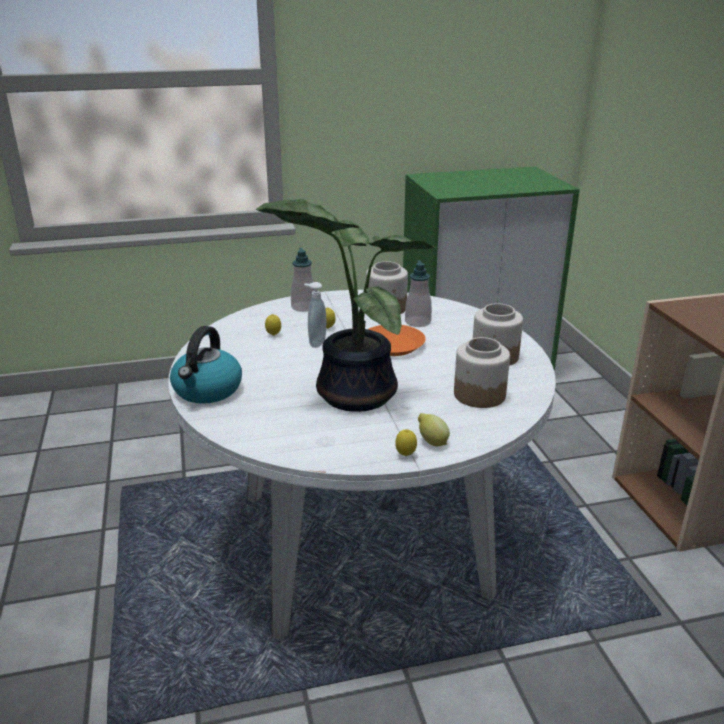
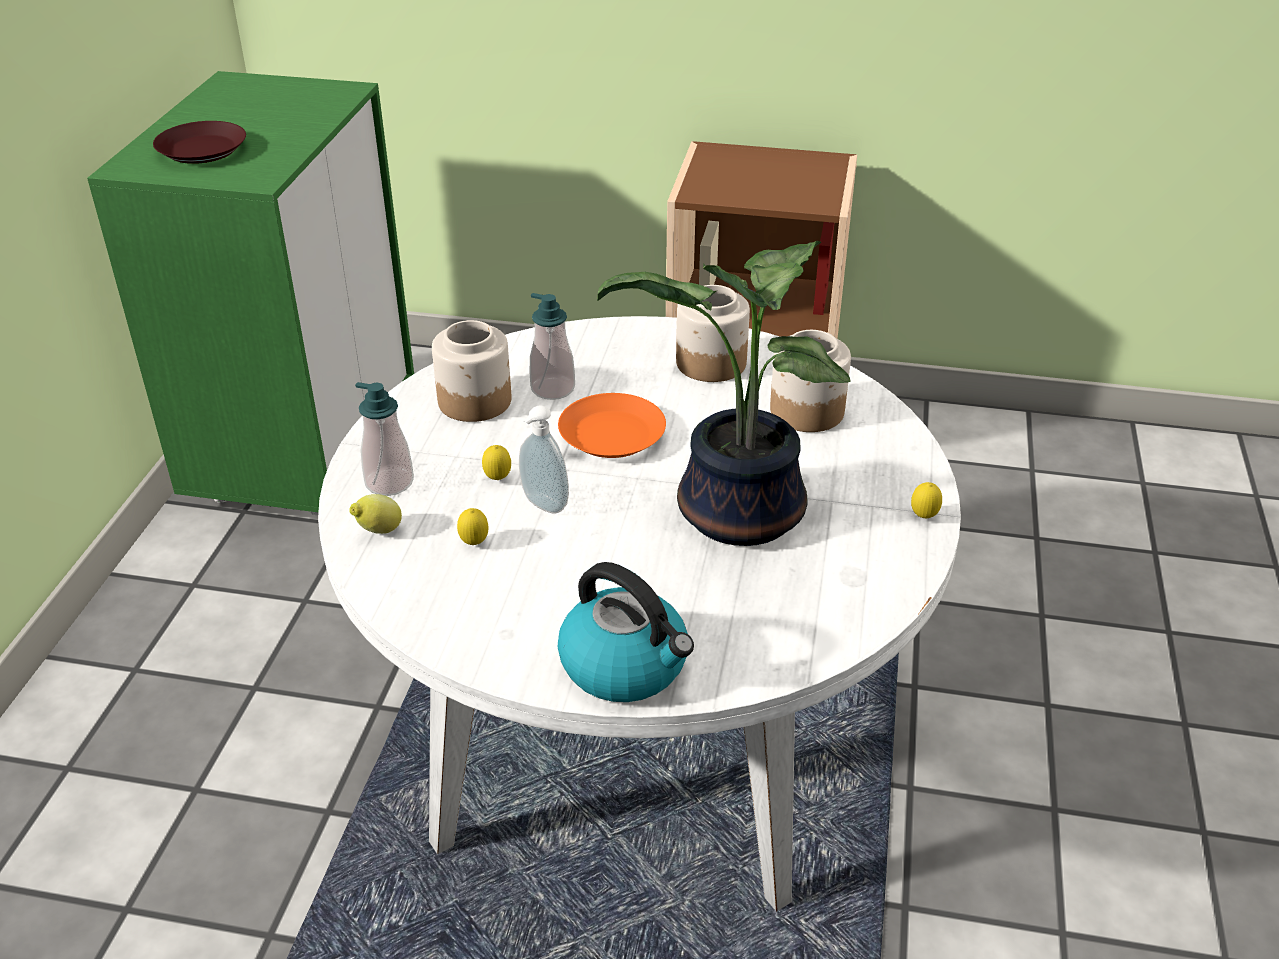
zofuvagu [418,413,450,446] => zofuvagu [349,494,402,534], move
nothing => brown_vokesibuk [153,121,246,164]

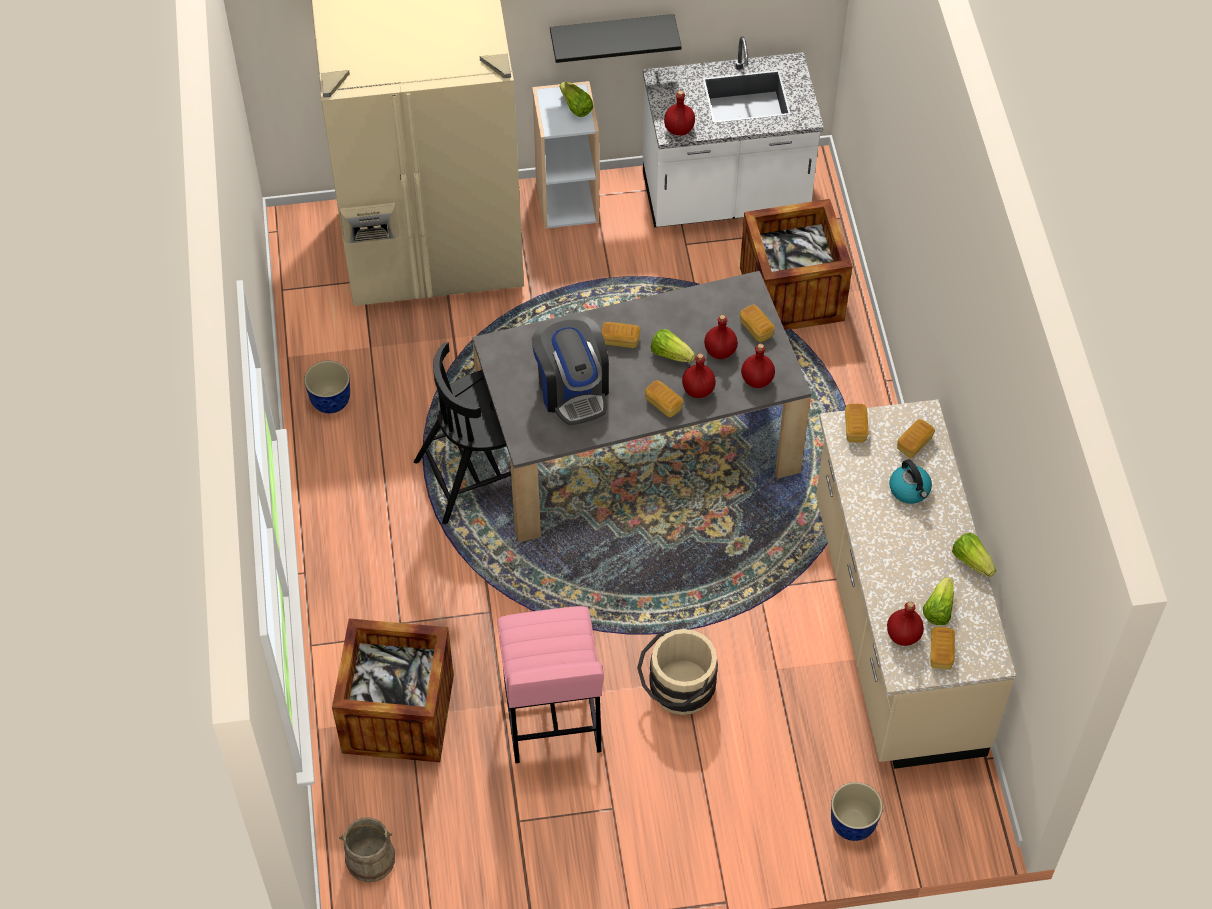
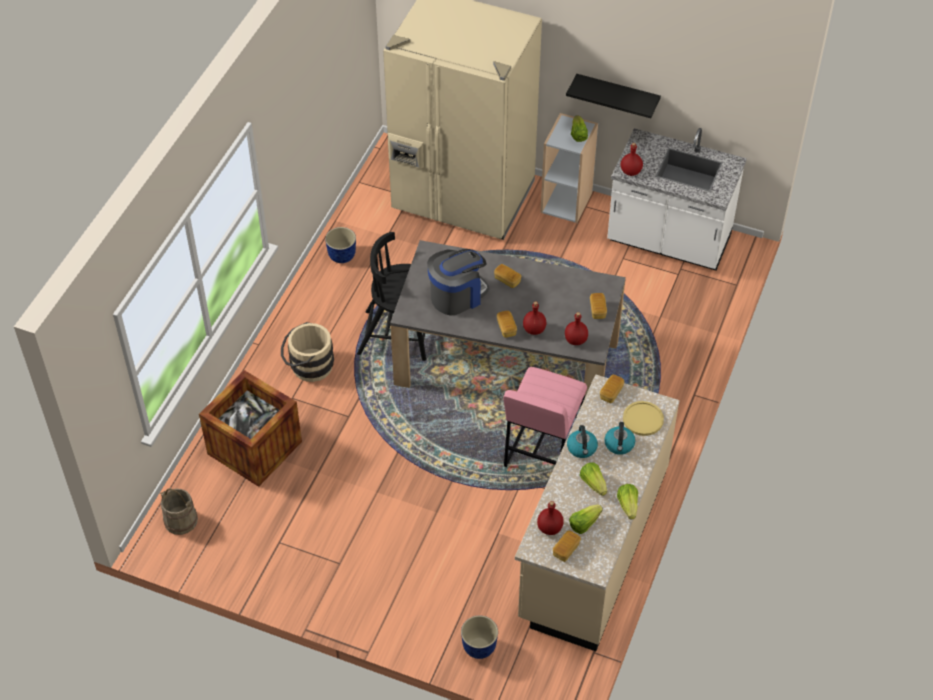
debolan [740,199,853,330] => nothing
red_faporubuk [704,315,738,359] => nothing
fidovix [532,316,609,425] => fidovix [427,249,489,315], 135 degrees counterclockwise
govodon [651,329,696,362] => govodon [580,462,607,496], move
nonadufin [897,419,935,458] => yellow_vokesibuk [623,401,664,436]
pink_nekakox [497,606,604,763] => pink_nekakox [503,367,587,467], move
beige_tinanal [637,629,718,715] => beige_tinanal [281,322,334,382], move
nothing => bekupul [567,425,598,458]

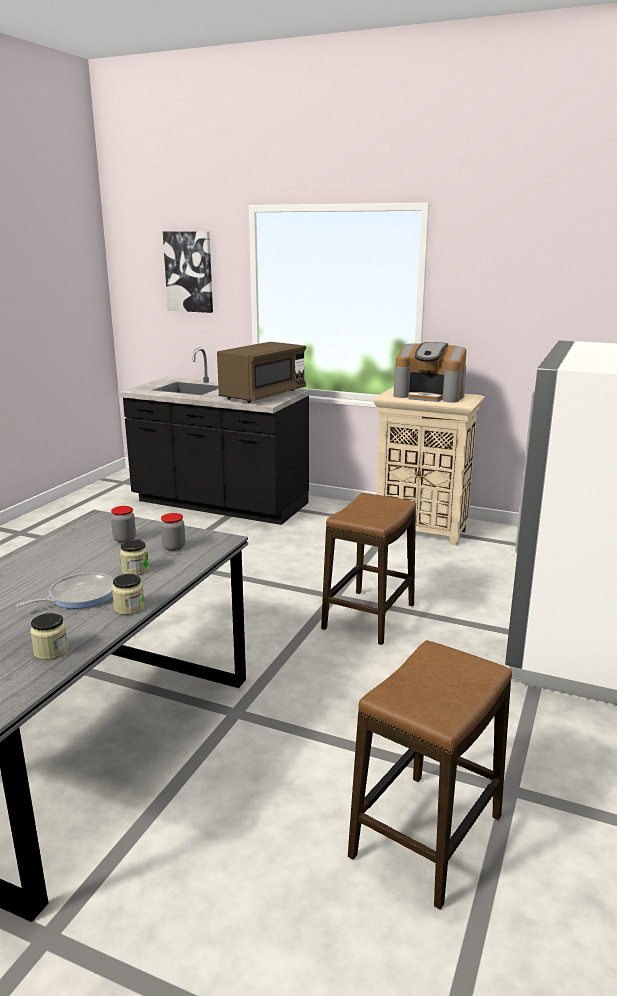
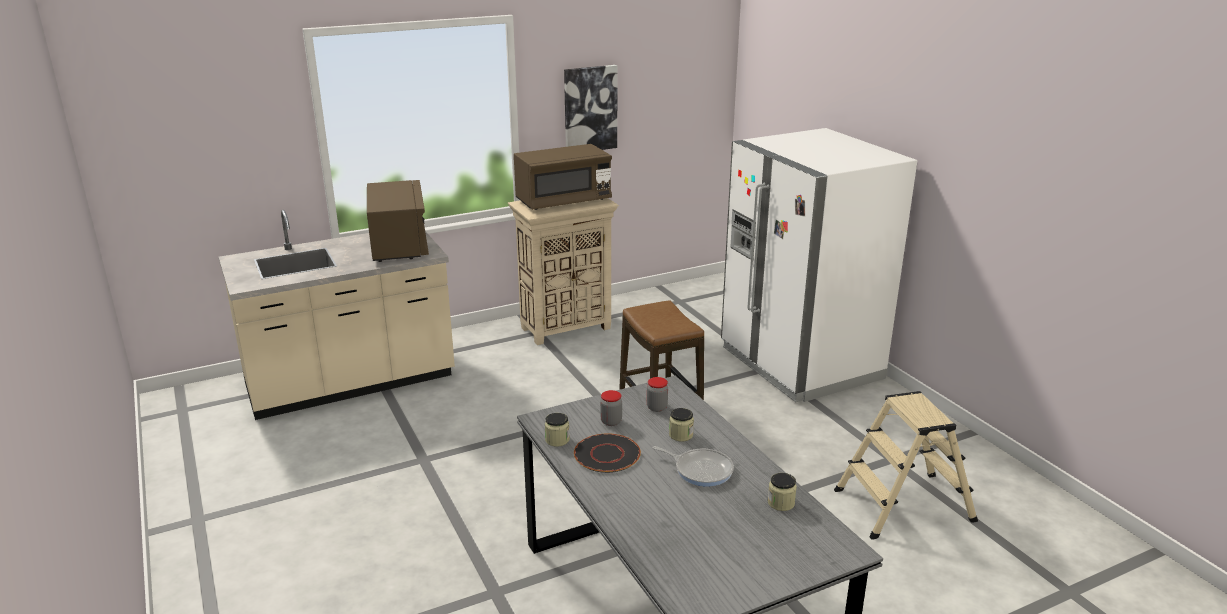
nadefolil [163,231,213,313] => nadefolil [564,65,617,150], move
fidovix [394,342,467,403] => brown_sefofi [514,144,612,210]
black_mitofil [118,347,310,525] => beige_mitofil [219,210,455,420]
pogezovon [16,573,114,609] => pogezovon [653,446,734,486], 120 degrees clockwise
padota [112,574,145,615] => padota [545,413,570,447], move
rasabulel [348,640,512,910] => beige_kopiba [834,391,978,540]
nothing => black_vokesibuk [574,433,641,473]

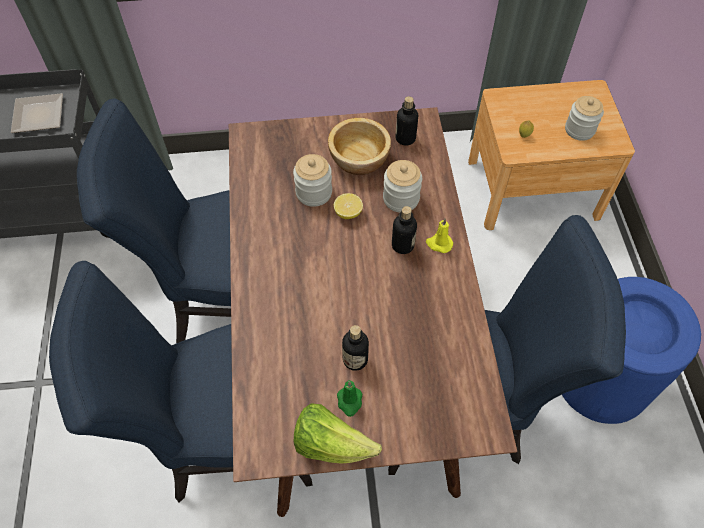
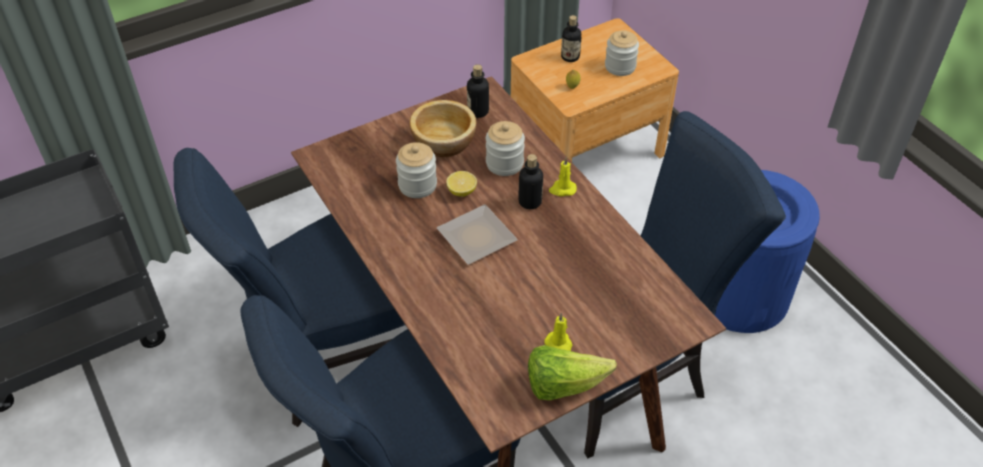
vokesibuk [11,93,63,133] => vokesibuk [437,204,518,265], move
faporubuk [342,325,369,371] => faporubuk [561,15,581,62], move
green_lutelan [337,380,362,417] => yellow_lutelan [544,313,573,351]

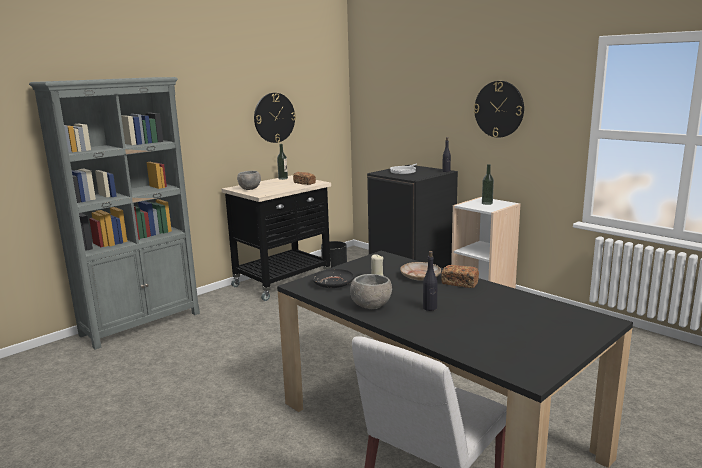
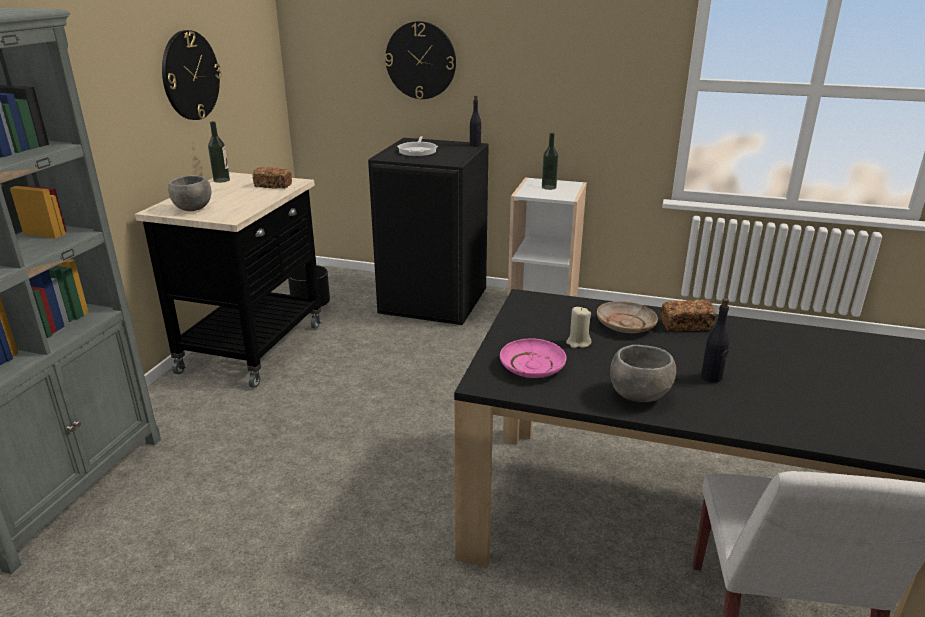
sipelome [474,81,524,138] => sipelome [385,21,456,99], move
black_vokesibuk [312,269,354,288] => pink_vokesibuk [500,338,566,378]

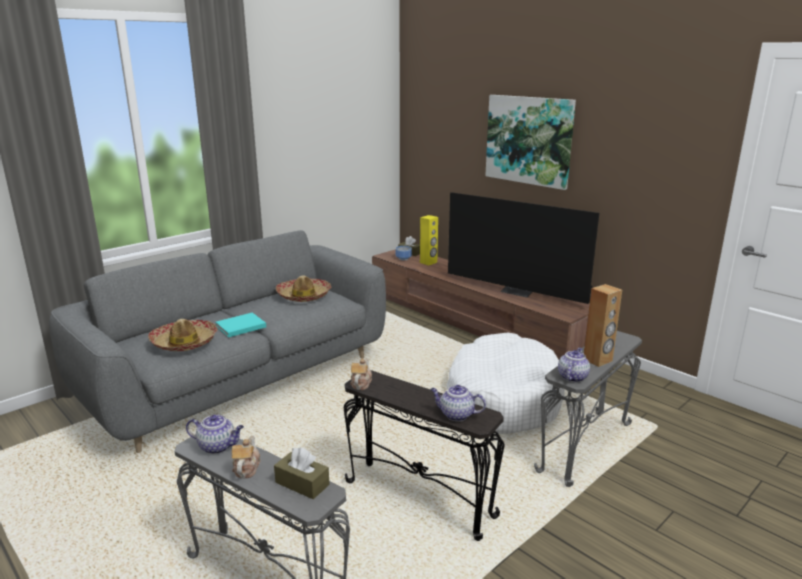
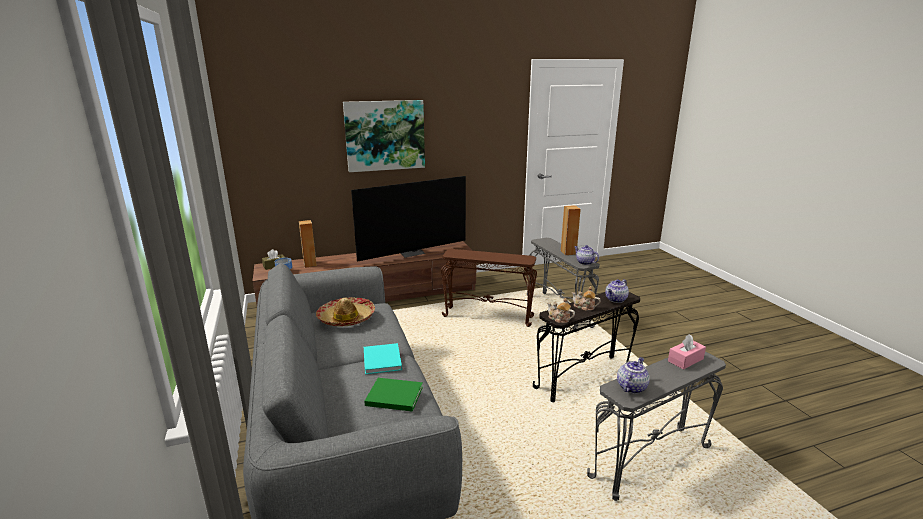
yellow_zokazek [420,215,438,265] => brown_zokazek [299,220,317,268]
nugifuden [148,319,218,351] => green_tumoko [364,378,423,412]
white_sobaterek [446,333,565,434] => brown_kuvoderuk [441,249,537,327]
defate [232,436,260,479] => defate [572,286,601,311], move
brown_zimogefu [274,447,329,499] => pink_zimogefu [668,334,706,370]

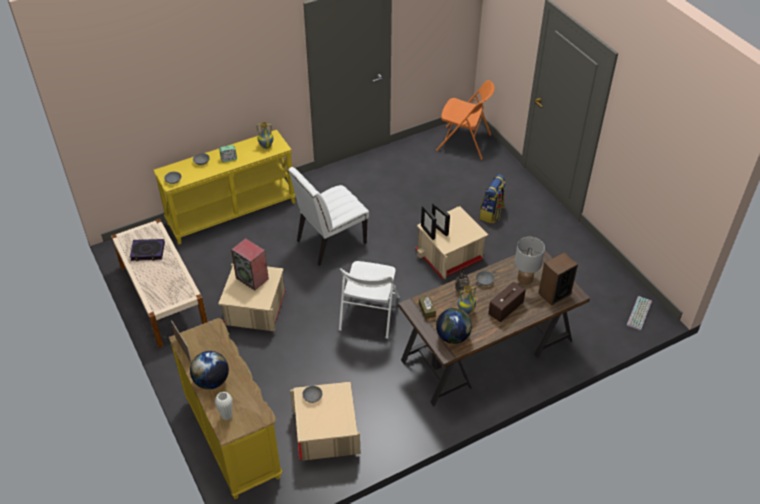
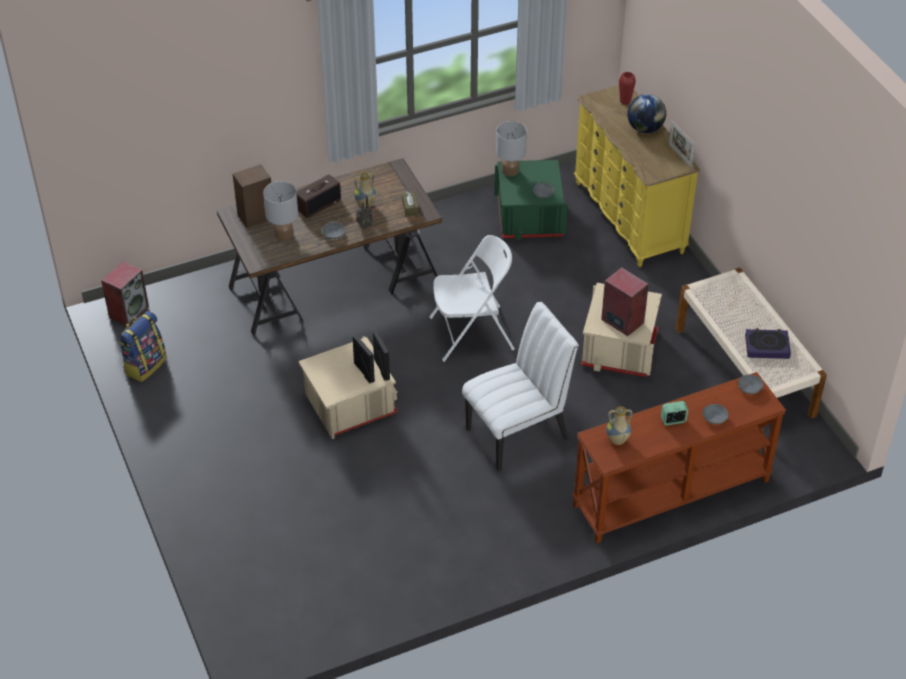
orange_nekakox [436,80,495,160] => nothing
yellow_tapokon [153,130,296,245] => brown_tapokon [572,372,786,543]
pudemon [479,174,506,224] => pudemon [119,311,167,382], move
white_nekakox [339,261,400,339] => white_nekakox [429,235,514,362], 60 degrees clockwise
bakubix [626,296,652,331] => zokazek [101,261,149,326]
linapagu [436,308,472,344] => nothing
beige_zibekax [290,382,360,461] => green_zibekax [494,160,568,240]
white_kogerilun [215,392,232,420] => red_kogerilun [619,72,636,105]
nothing => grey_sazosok [496,121,527,177]

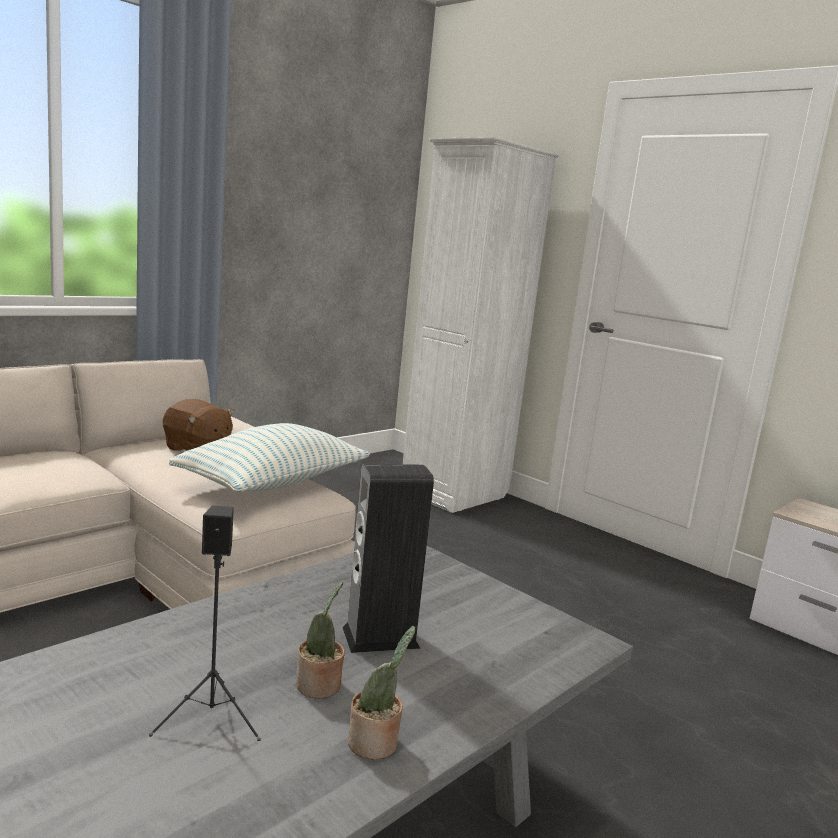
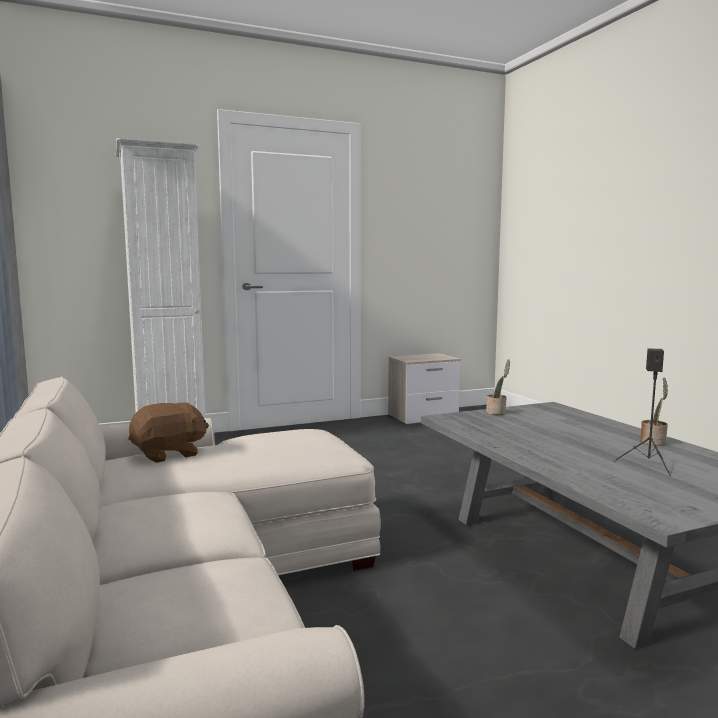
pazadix [169,423,370,492] => nothing
zokazek [342,464,434,653] => nothing
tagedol [296,582,345,698] => tagedol [486,359,510,415], move

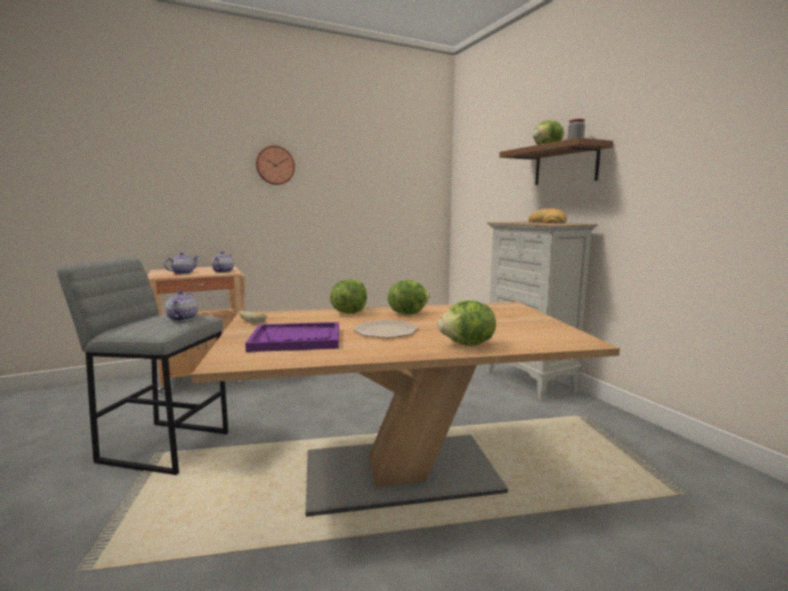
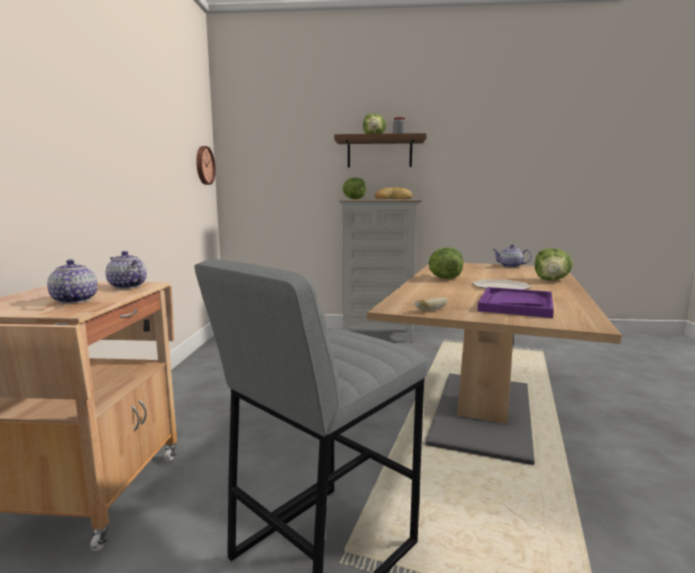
sipelome [256,145,295,185] => sipelome [196,146,216,185], move
govodon [330,279,367,314] => govodon [343,178,366,199], move
defate [165,290,198,321] => defate [492,244,532,268], move

